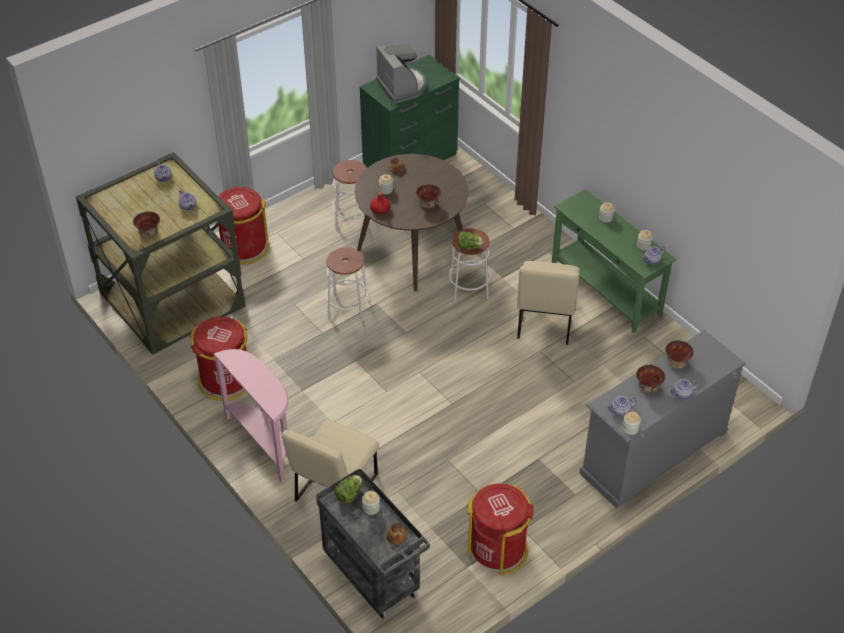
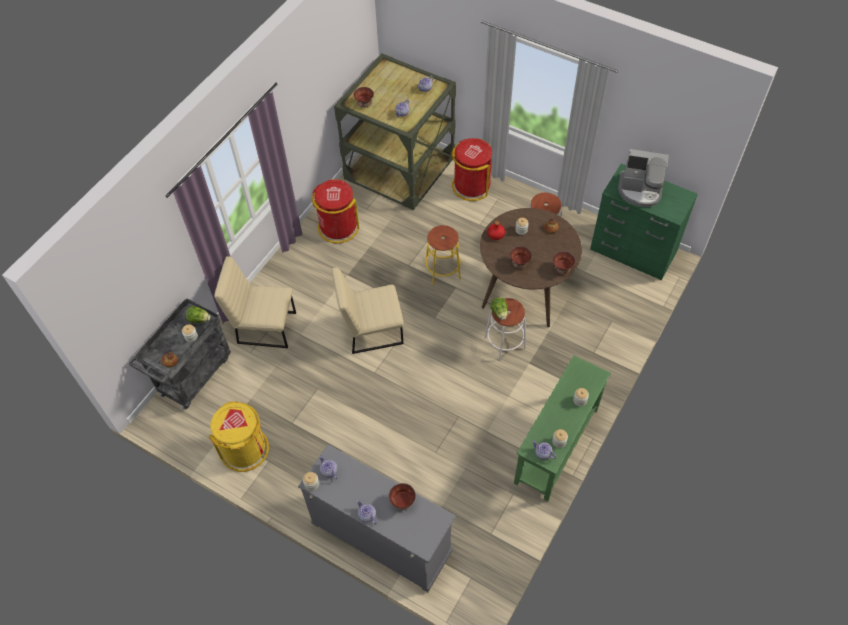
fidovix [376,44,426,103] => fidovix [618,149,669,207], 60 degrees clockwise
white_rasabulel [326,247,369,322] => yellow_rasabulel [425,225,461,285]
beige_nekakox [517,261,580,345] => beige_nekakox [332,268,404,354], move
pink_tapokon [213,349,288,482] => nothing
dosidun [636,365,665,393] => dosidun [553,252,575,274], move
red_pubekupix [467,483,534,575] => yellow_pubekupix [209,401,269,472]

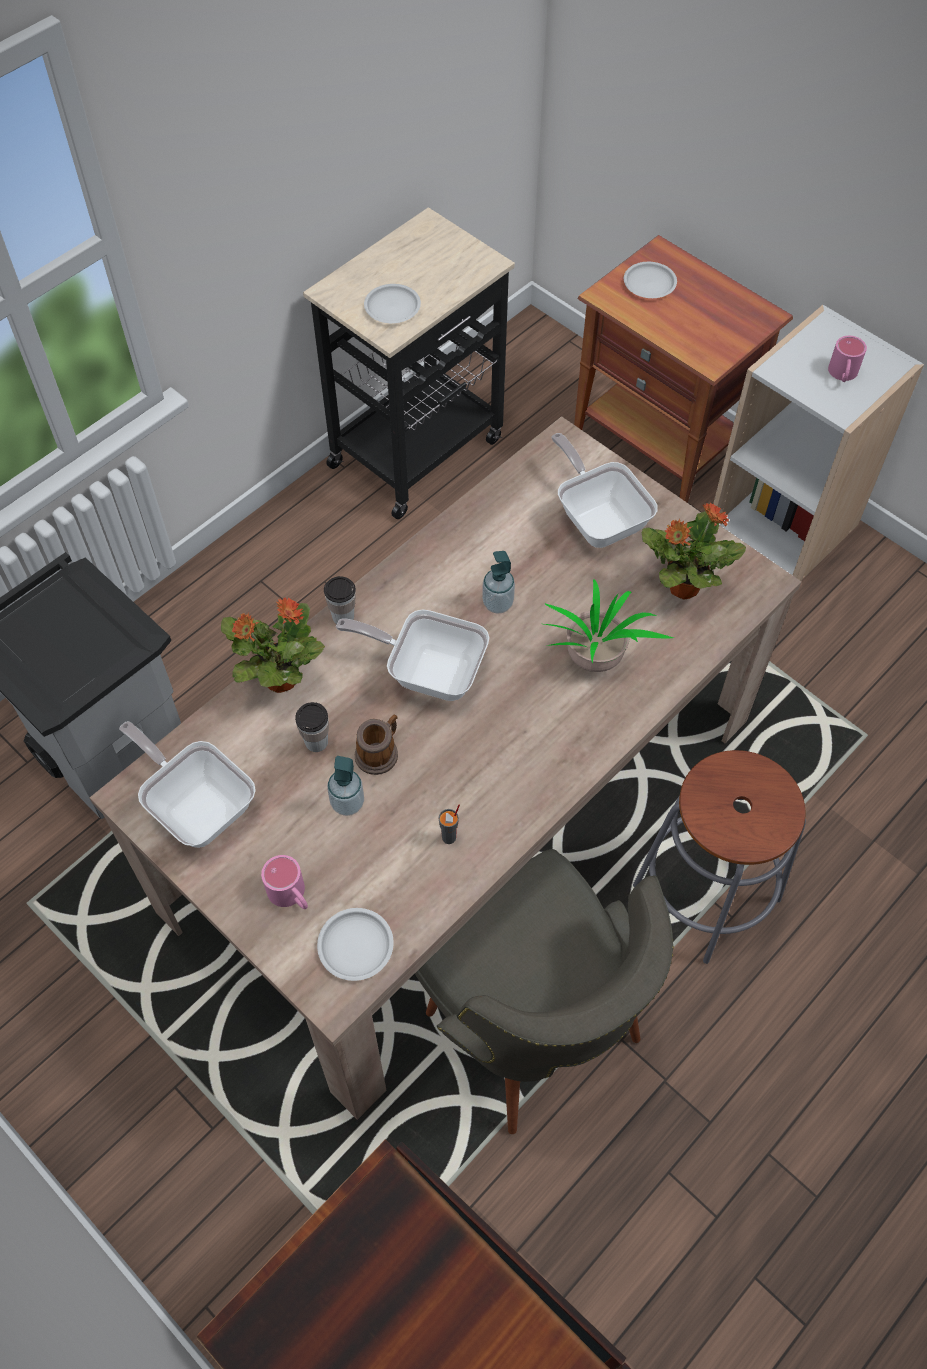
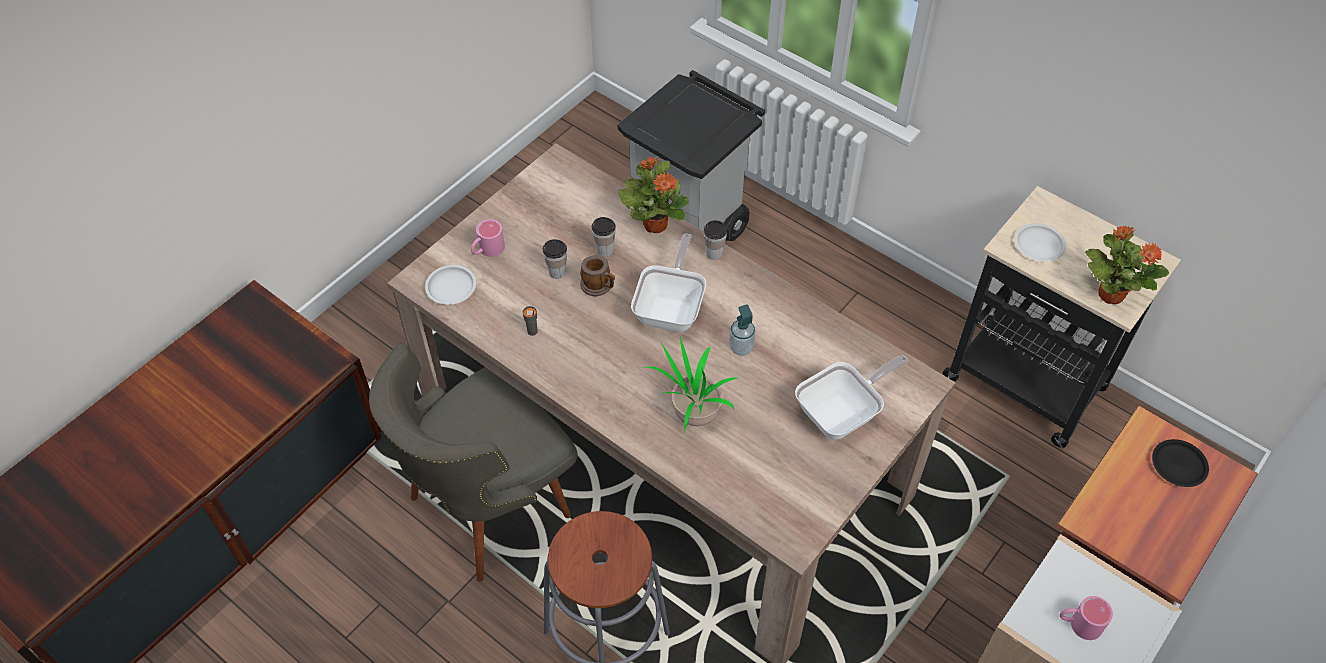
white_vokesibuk [624,262,677,298] => black_vokesibuk [1152,439,1209,487]
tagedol [642,503,746,600] => tagedol [1085,226,1169,304], move
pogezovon [119,721,256,848] => nothing
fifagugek [327,756,364,816] => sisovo [543,239,567,279]

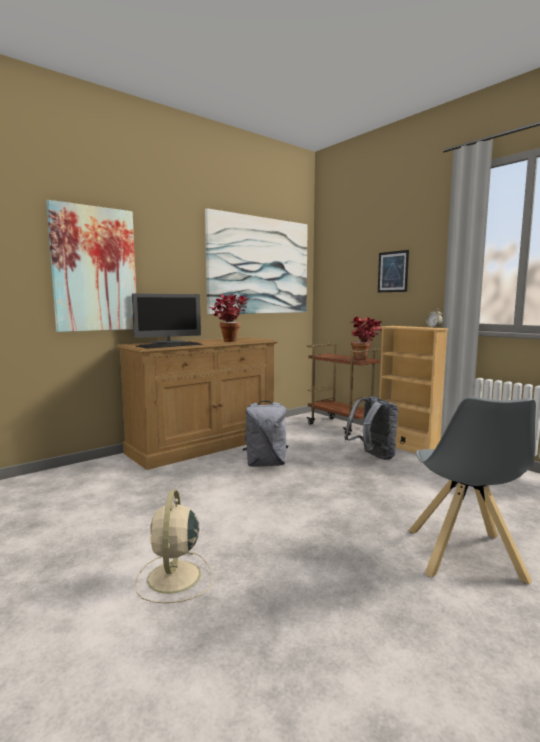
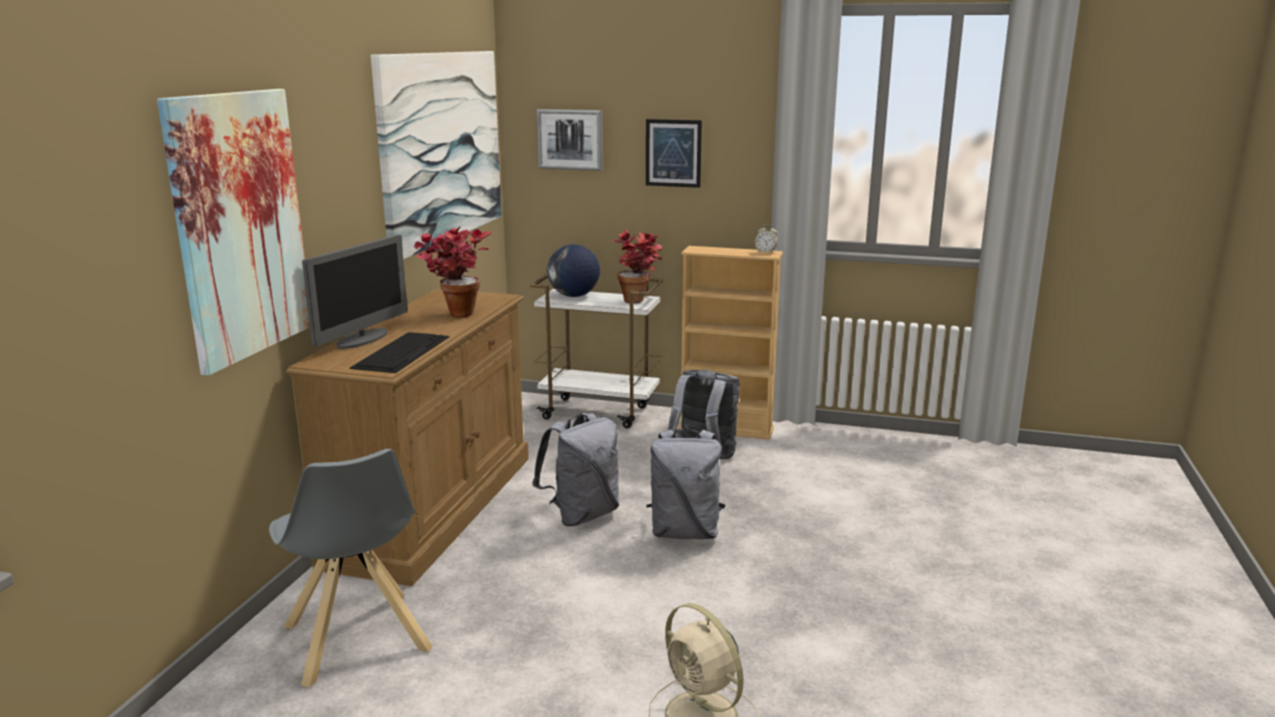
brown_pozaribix [306,344,381,436] => white_pozaribix [530,274,663,429]
grey_nekakox [408,397,536,584] => grey_nekakox [269,449,432,688], move
nothing => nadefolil [536,109,603,171]
nothing => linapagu [547,244,600,297]
nothing => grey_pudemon [647,429,725,539]

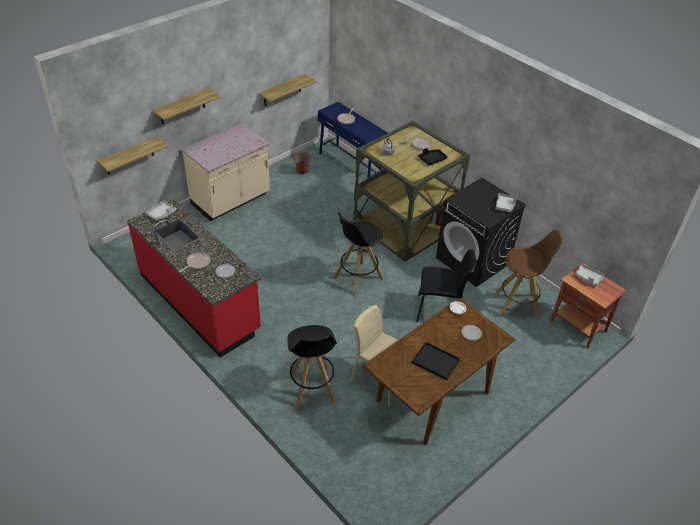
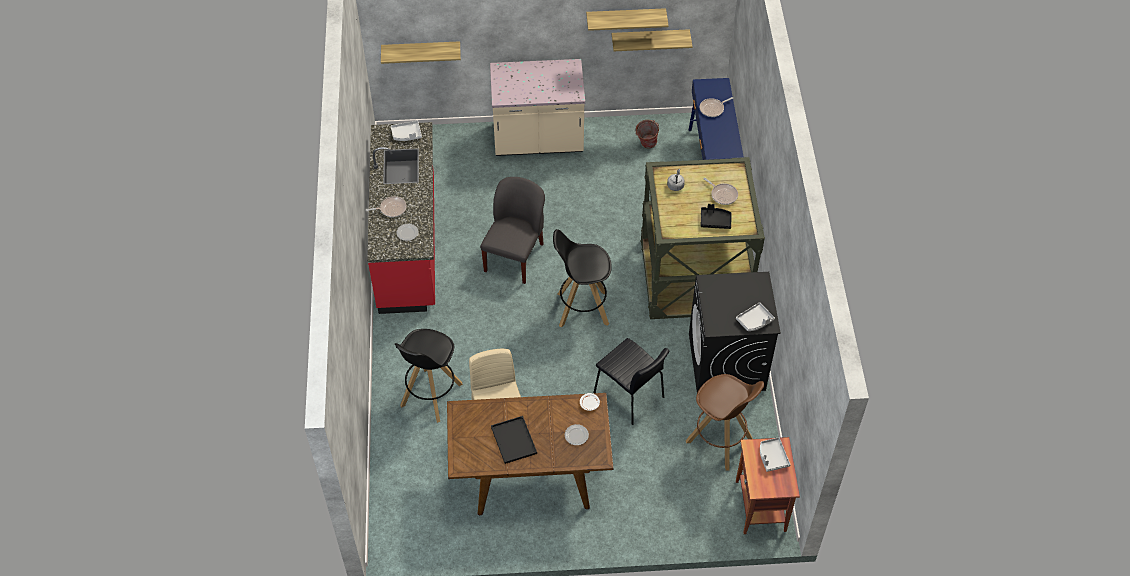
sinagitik [153,88,220,125] => sinagitik [586,8,669,31], move
nothing => grey_nekakox [480,177,545,284]

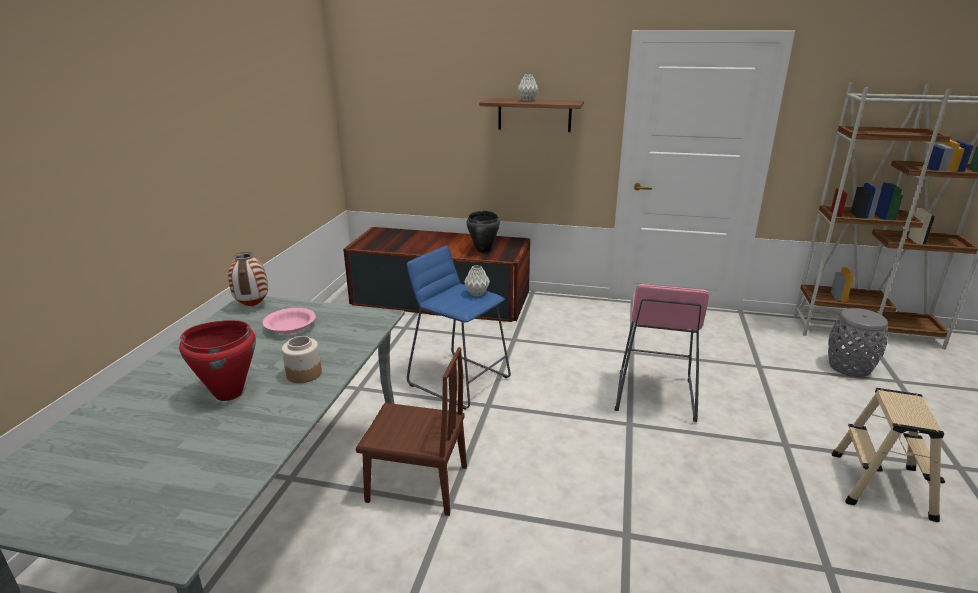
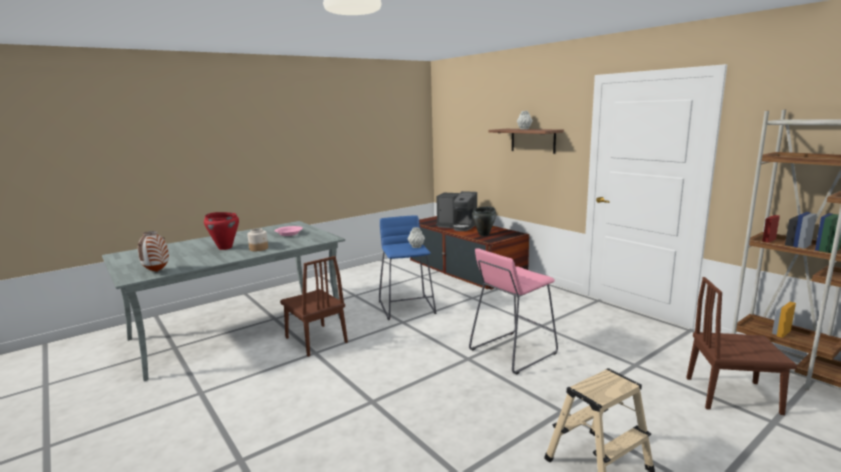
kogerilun [228,252,268,307] => kogerilun [138,231,169,272], move
grey_rasabulel [828,308,888,377] => brown_nekakox [687,277,797,415]
nothing => fidovix [436,191,477,231]

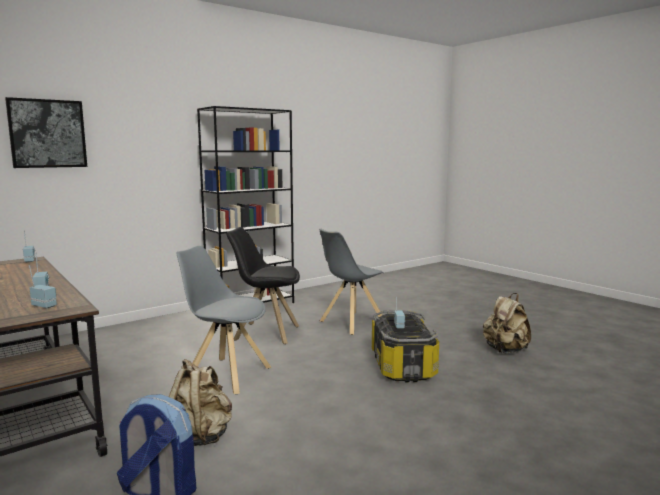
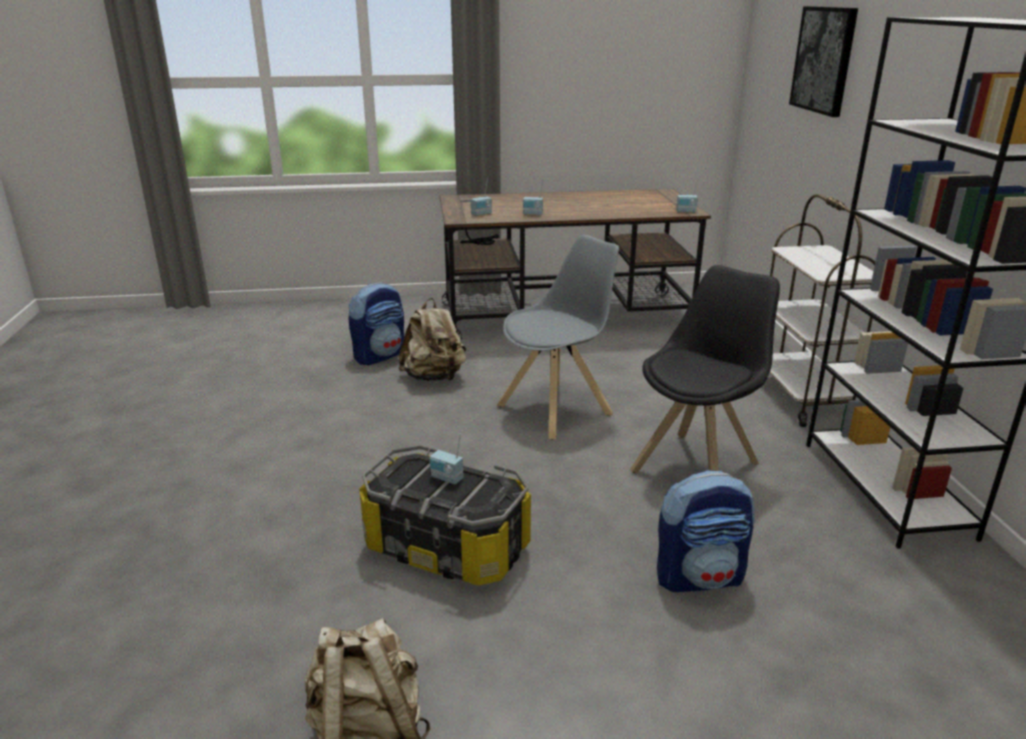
grey_nekakox [319,228,384,335] => pudemon [657,470,755,592]
nothing => white_pozaribix [770,194,875,427]

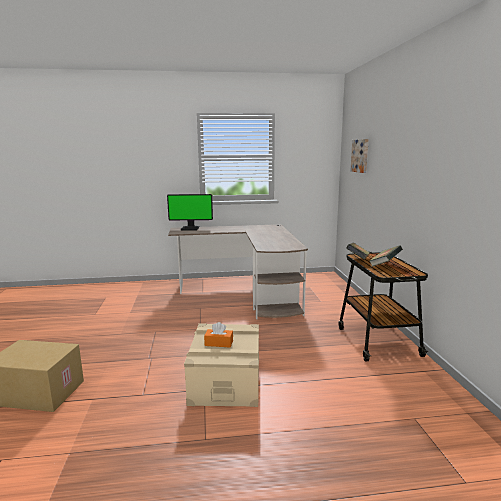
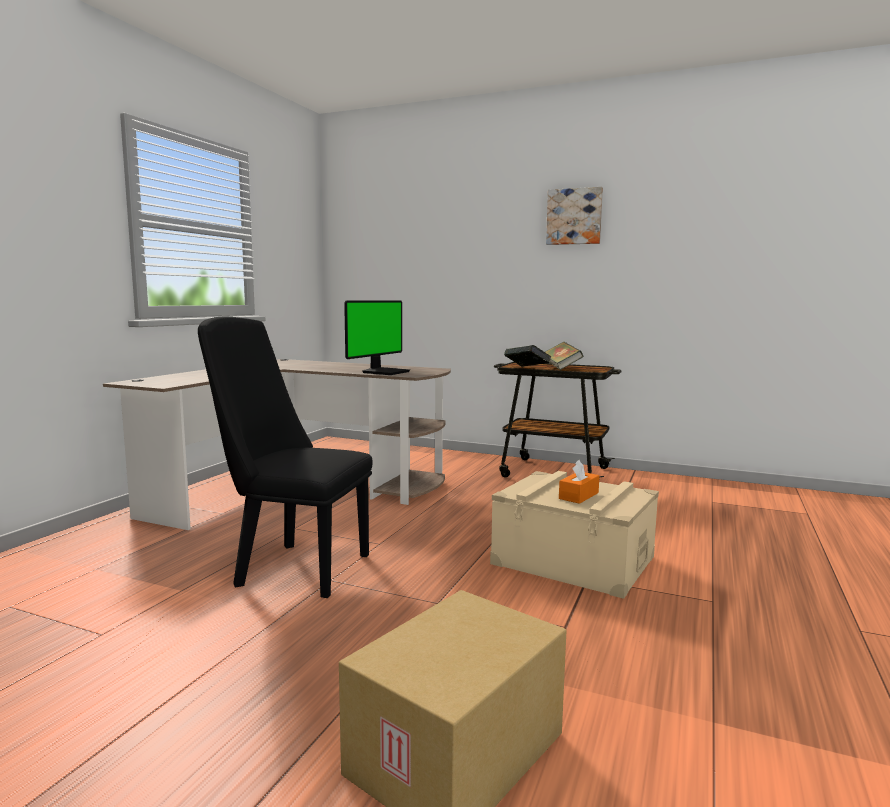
nadefolil [351,139,369,173] => nadefolil [546,187,603,245], move
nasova [167,194,213,231] => nasova [344,300,410,375], move
nothing => black_nekakox [198,317,373,598]

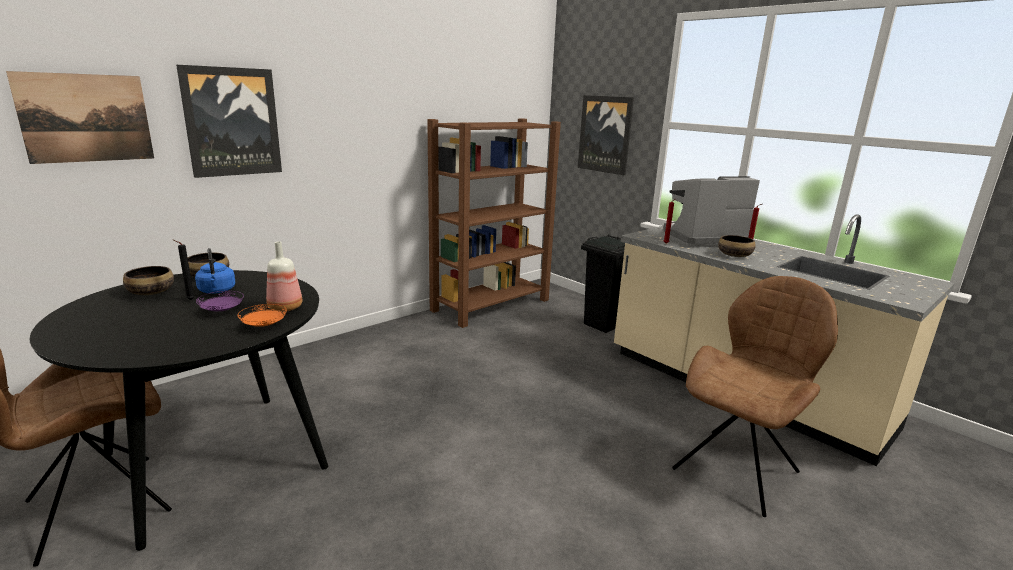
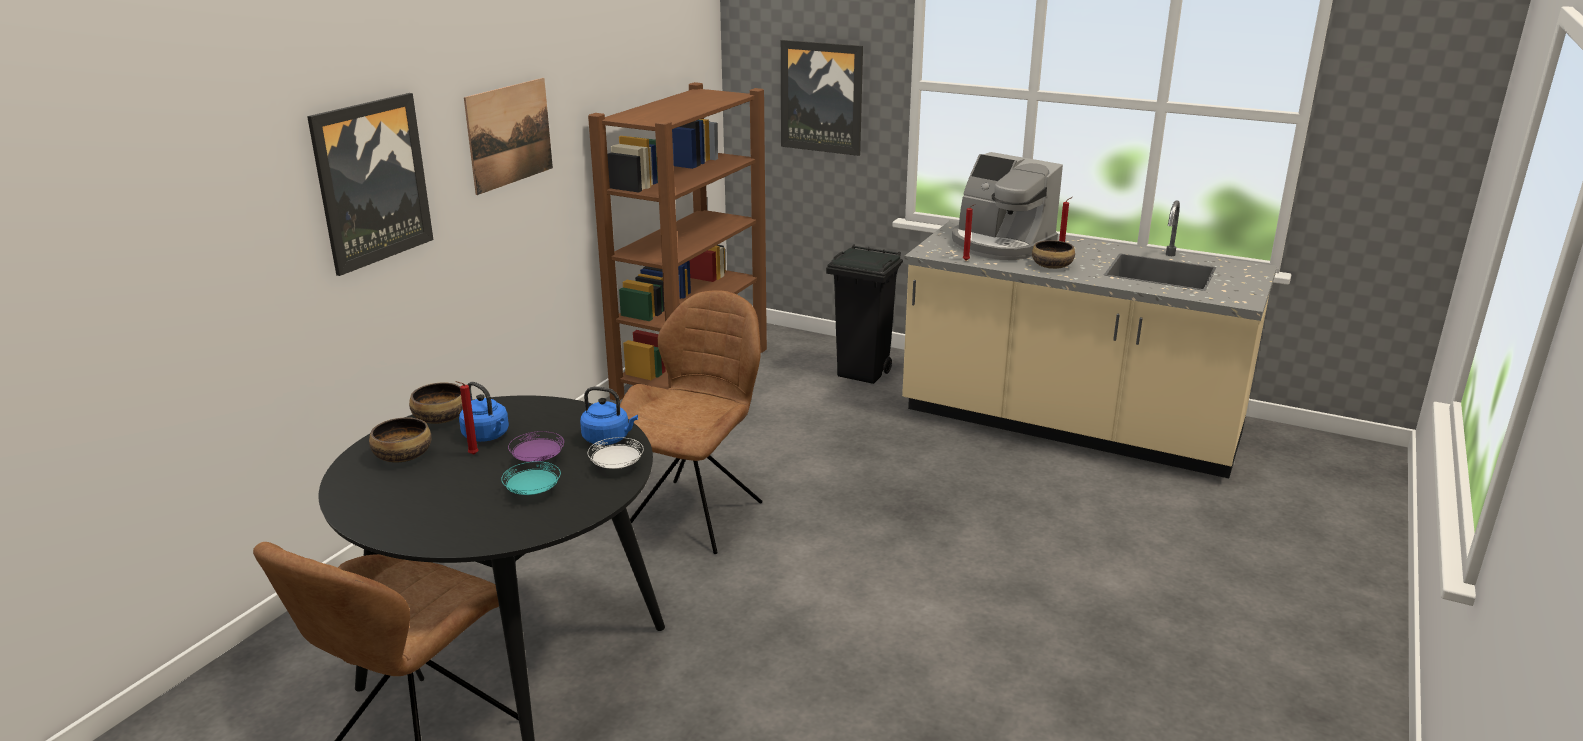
nadefolil [6,71,154,164] => nadefolil [464,78,553,195], move
fidovix [663,176,760,248] => fidovix [952,152,1063,260], 105 degrees counterclockwise
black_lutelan [174,240,195,300] => red_lutelan [456,381,478,455]
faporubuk [266,241,302,312] => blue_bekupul [580,387,638,445]
brown_nekakox [672,276,838,517] => brown_nekakox [620,290,762,554], move
orange_vokesibuk [238,304,287,327] => white_vokesibuk [588,437,644,469]
nothing => turquoise_vokesibuk [501,461,561,495]

